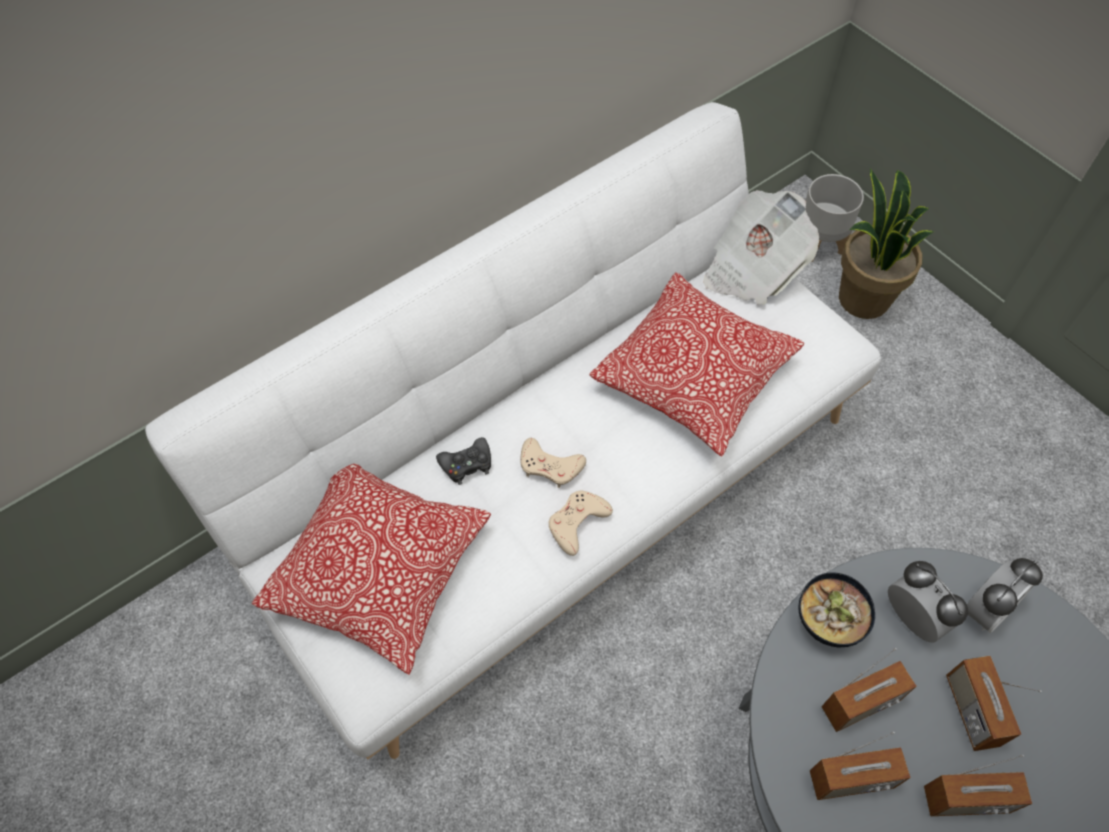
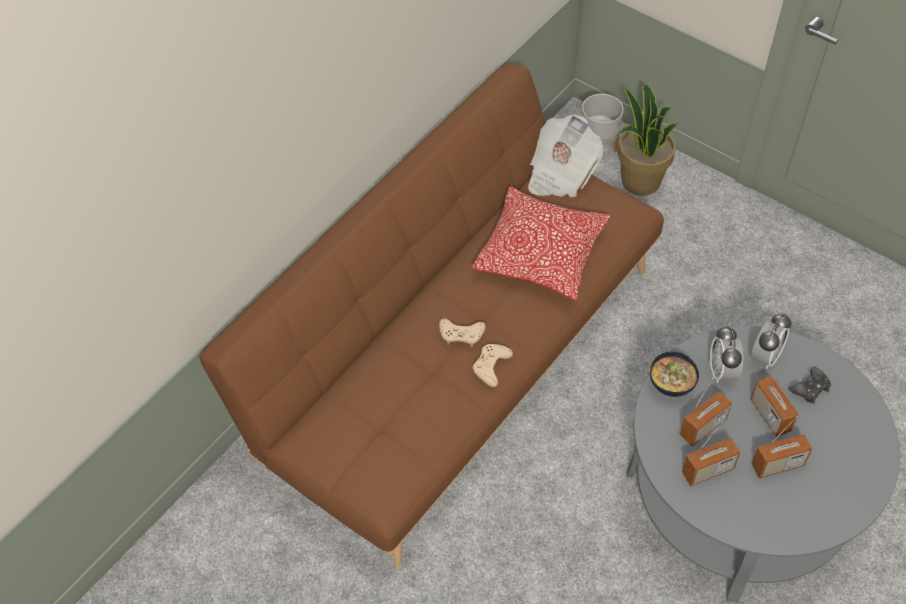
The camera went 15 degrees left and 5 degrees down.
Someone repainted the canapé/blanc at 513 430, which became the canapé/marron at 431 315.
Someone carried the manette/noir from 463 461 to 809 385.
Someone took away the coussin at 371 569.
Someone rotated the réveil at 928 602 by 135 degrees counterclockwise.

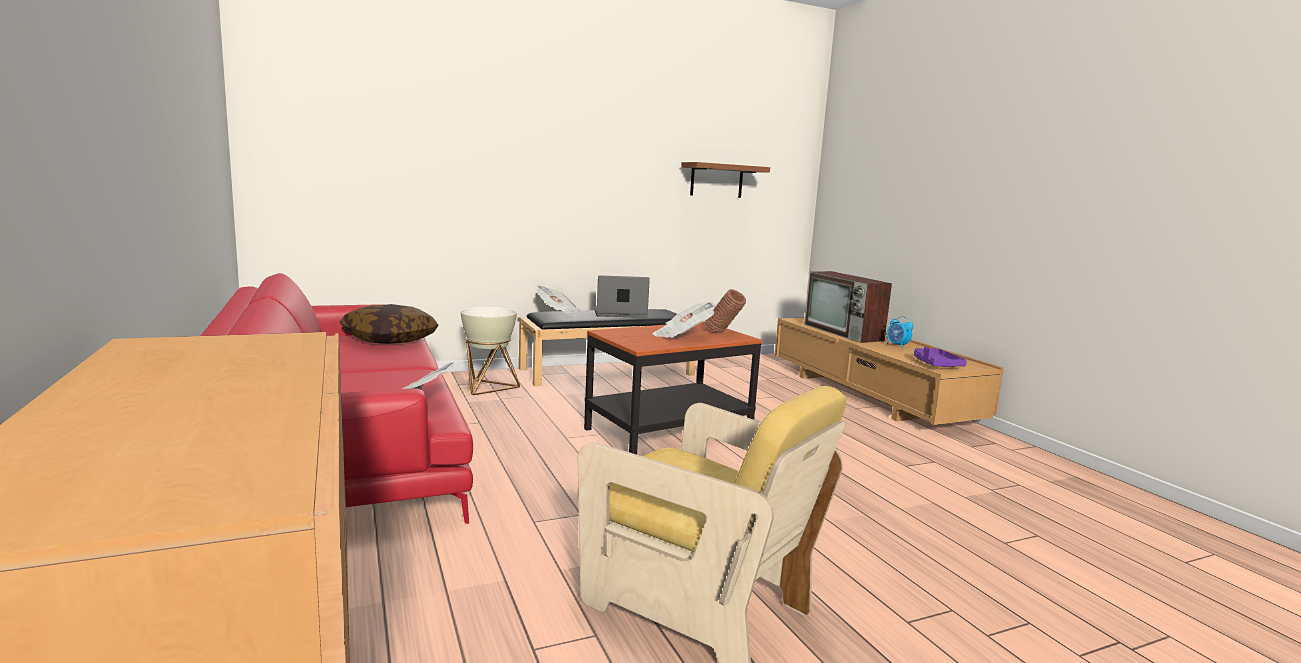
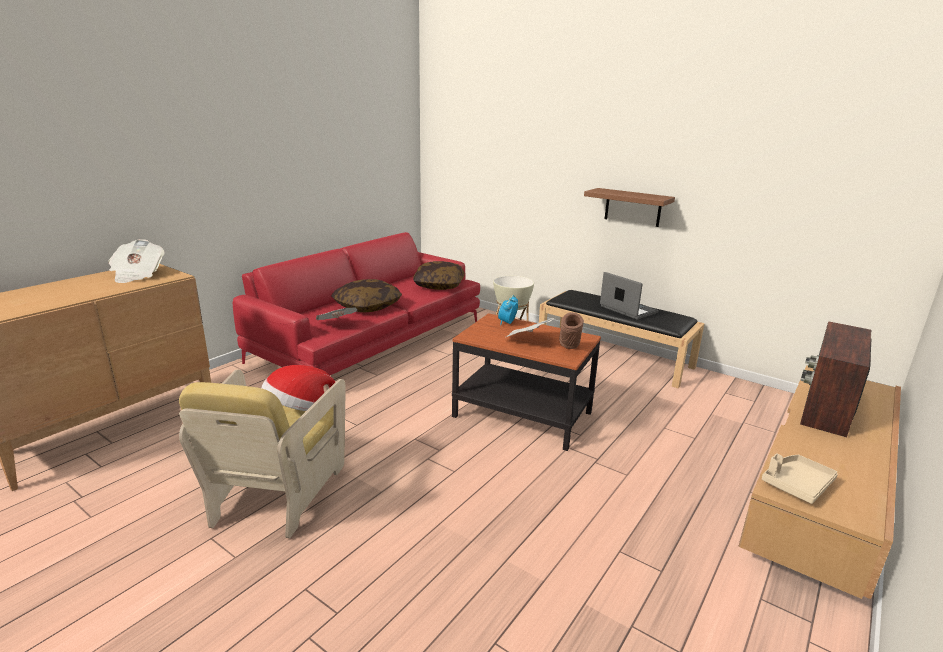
The camera went 60 degrees right and 10 degrees up.
Someone carried the étagère/marron from 725 180 to 629 207.
Someone carried the journal from 557 301 to 136 261.
Someone carried the réveil from 900 332 to 508 310.
Someone repainted the plateau/violet at 940 356, which became the plateau/beige at 800 479.
Someone put down the coussin at 366 296.
Someone put down the chapeau at 298 388.

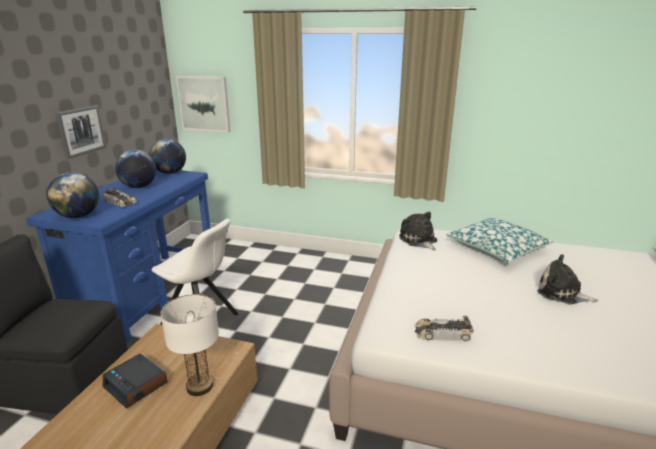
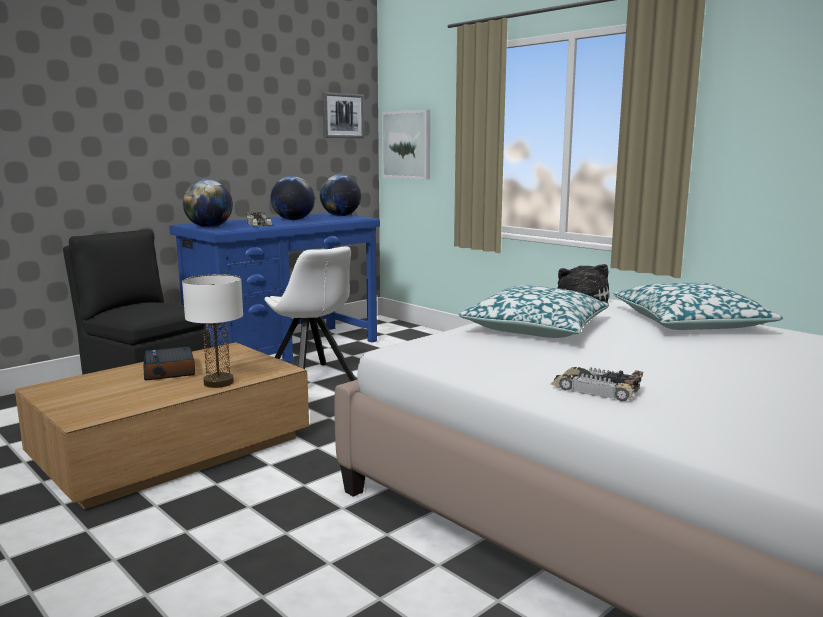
The camera went 30 degrees right and 10 degrees down.
Someone carried the tableau from 80 132 to 343 115.
Someone took away the peluche at 567 279.
Someone carried the petite voiture from 443 328 to 596 384.
Someone put down the coussin at 533 311.

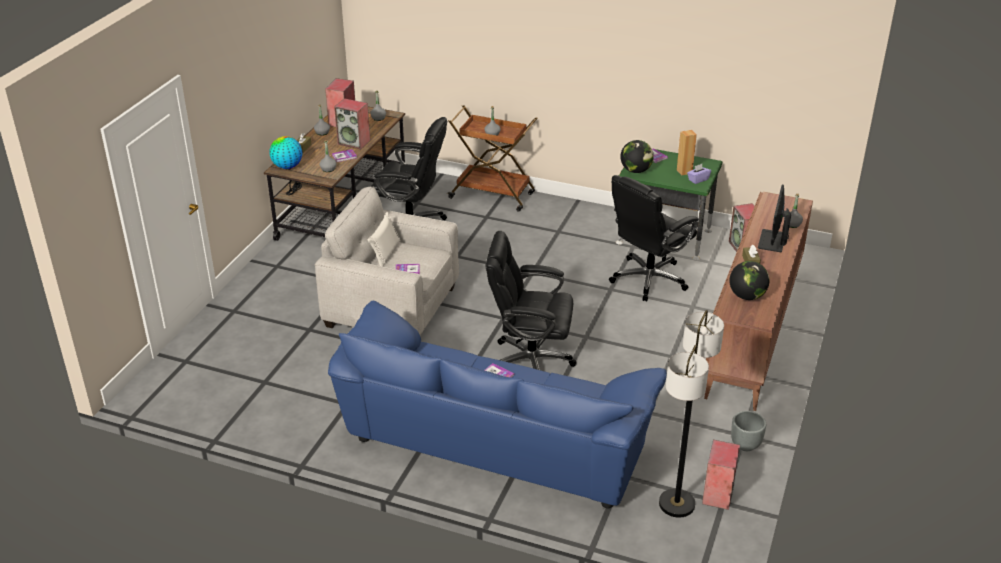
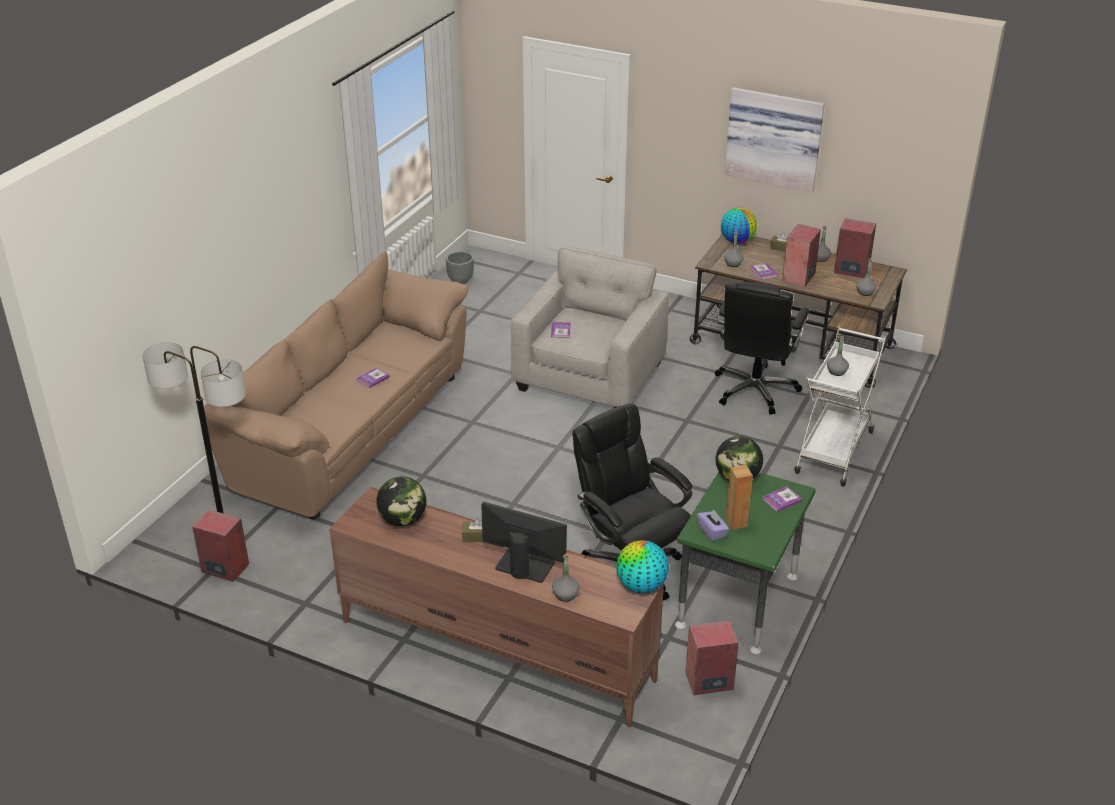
The camera went 95 degrees right and 0 degrees up.
Someone repainted the chariot/marron at 492 158, which became the chariot/blanc at 840 406.
Someone took away the coussin/blanc at 384 239.
Someone took away the chaise de bureau/noir at 531 300.
Someone repainted the canapé/bleu at 497 404, which became the canapé/beige at 336 385.
Someone carried the cache-pot/gris from 748 431 to 460 267.
Someone put up the tableau at 774 139.
Someone put down the globe at 642 566.

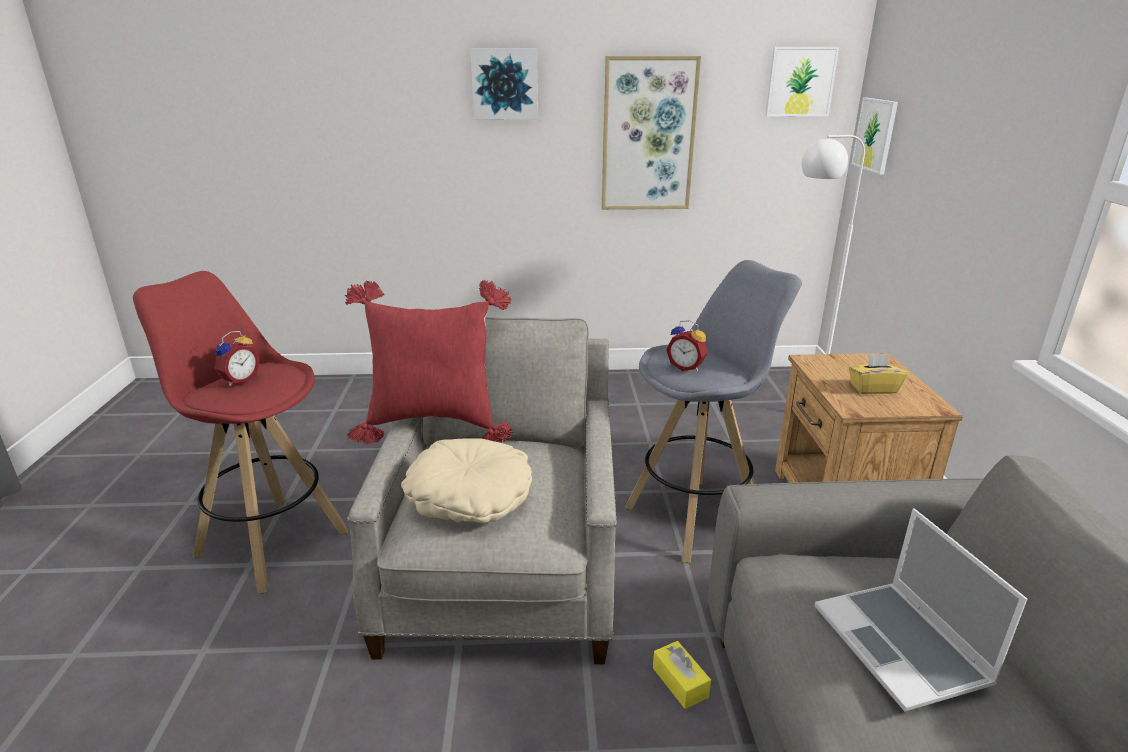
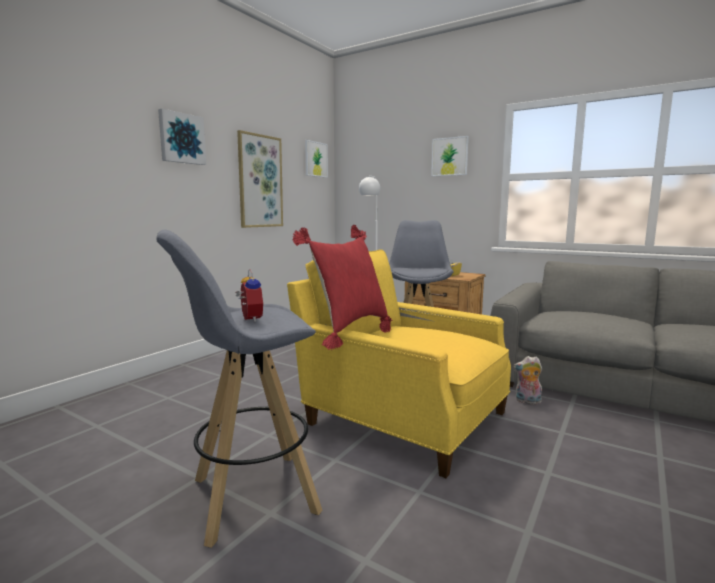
The camera went 55 degrees left and 15 degrees down.
Someone carried the tableau from 874 136 to 450 156.
Someone repainted the tabouret/rouge at 240 432, which became the tabouret/gris at 239 388.
Someone repainted the fauteuil/gris at 482 490, which became the fauteuil/jaune at 399 363.
Someone took away the réveil at 687 345.
Someone took away the coussin/beige at 466 480.
Someone took away the ordinateur portable at 921 610.
Someone swapped the boîte à mouchoirs/jaune at 682 675 for the peluche at 527 380.

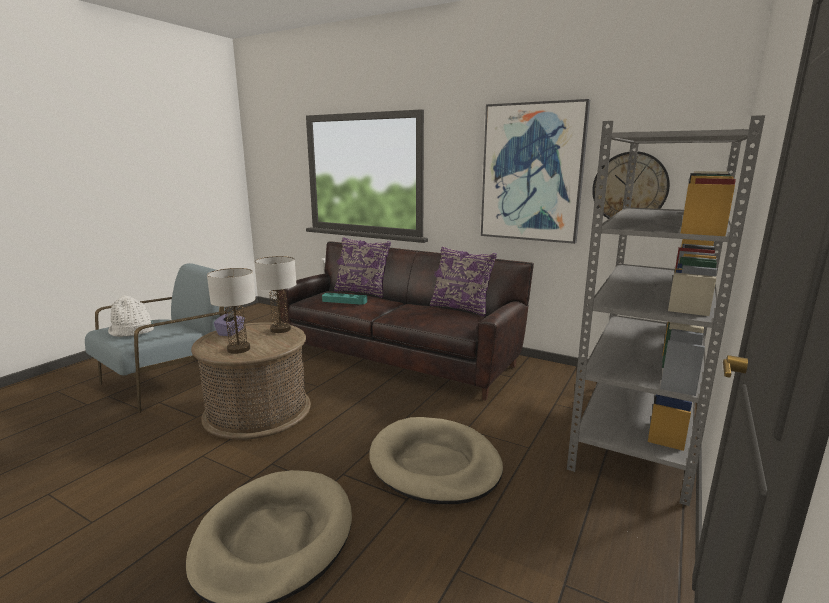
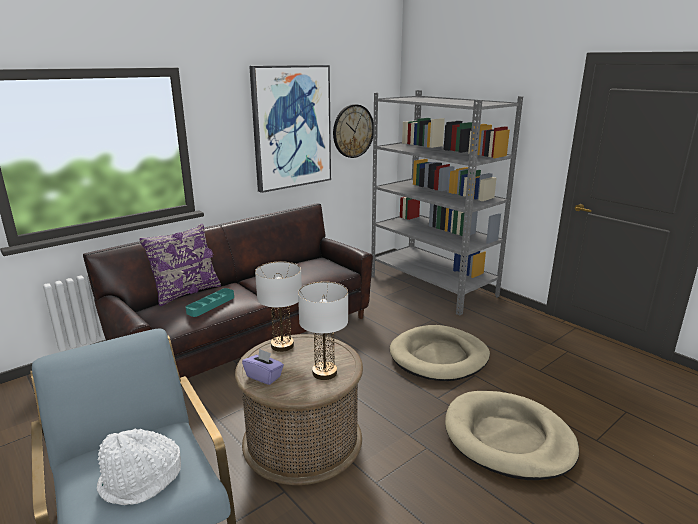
The camera went 70 degrees left and 5 degrees up.
Someone took away the coussin/violet at 463 282.

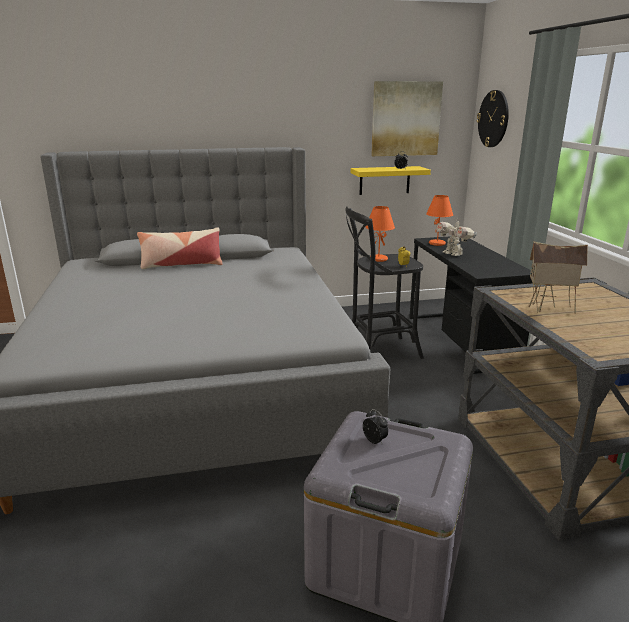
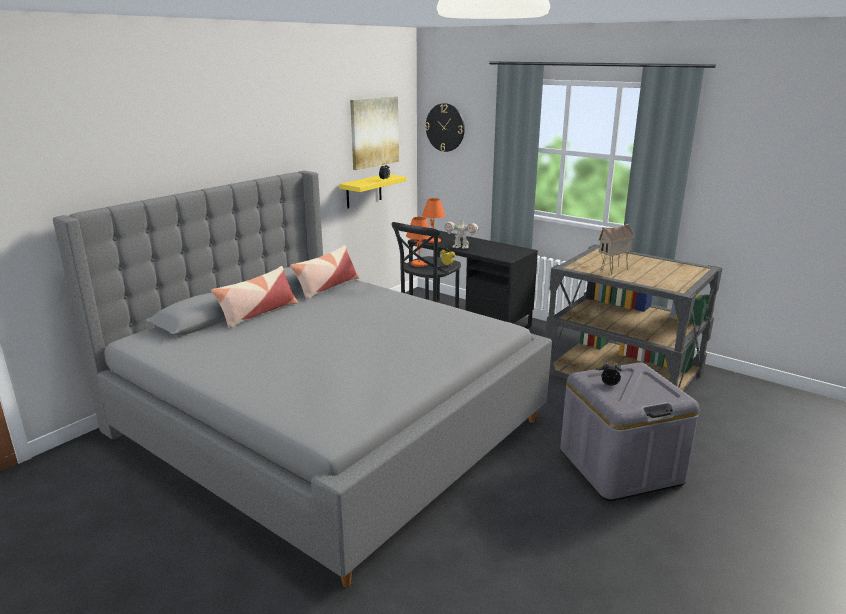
The camera went 40 degrees left and 0 degrees up.
Someone put down the coussin at 324 272.

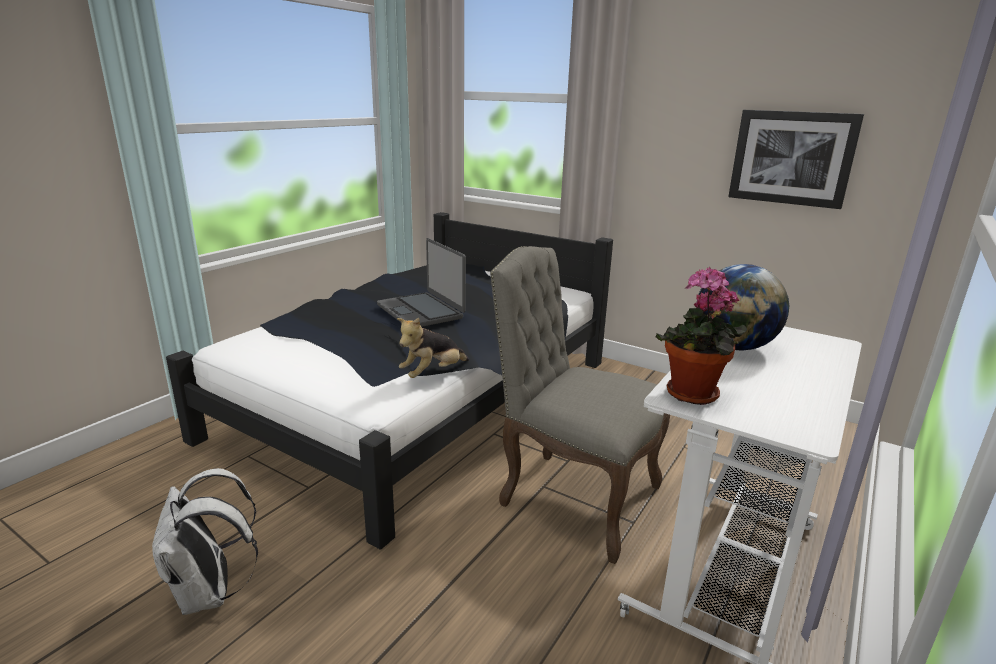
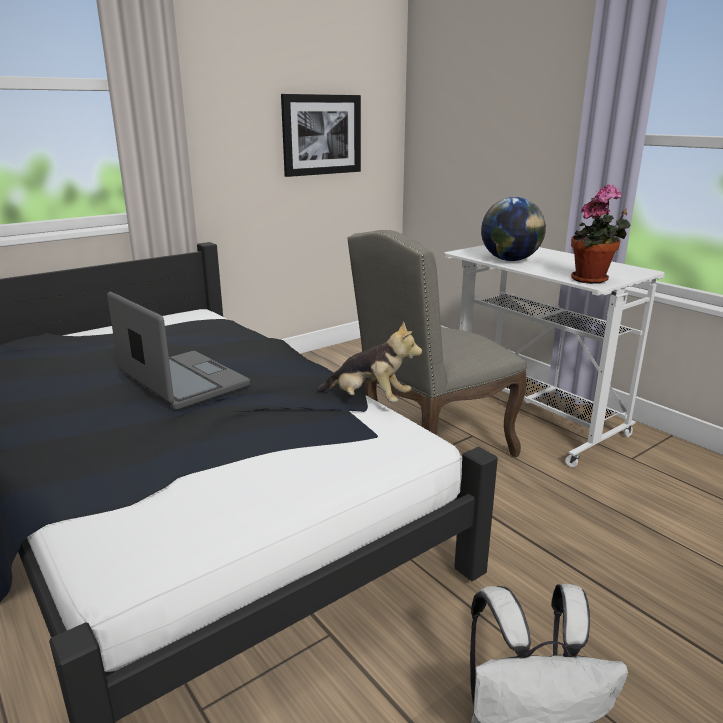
The camera went 70 degrees left and 0 degrees up.
Someone rotated the ordinateur portable at 421 282 by 120 degrees counterclockwise.
Someone rotated the peluche at 433 348 by 45 degrees counterclockwise.

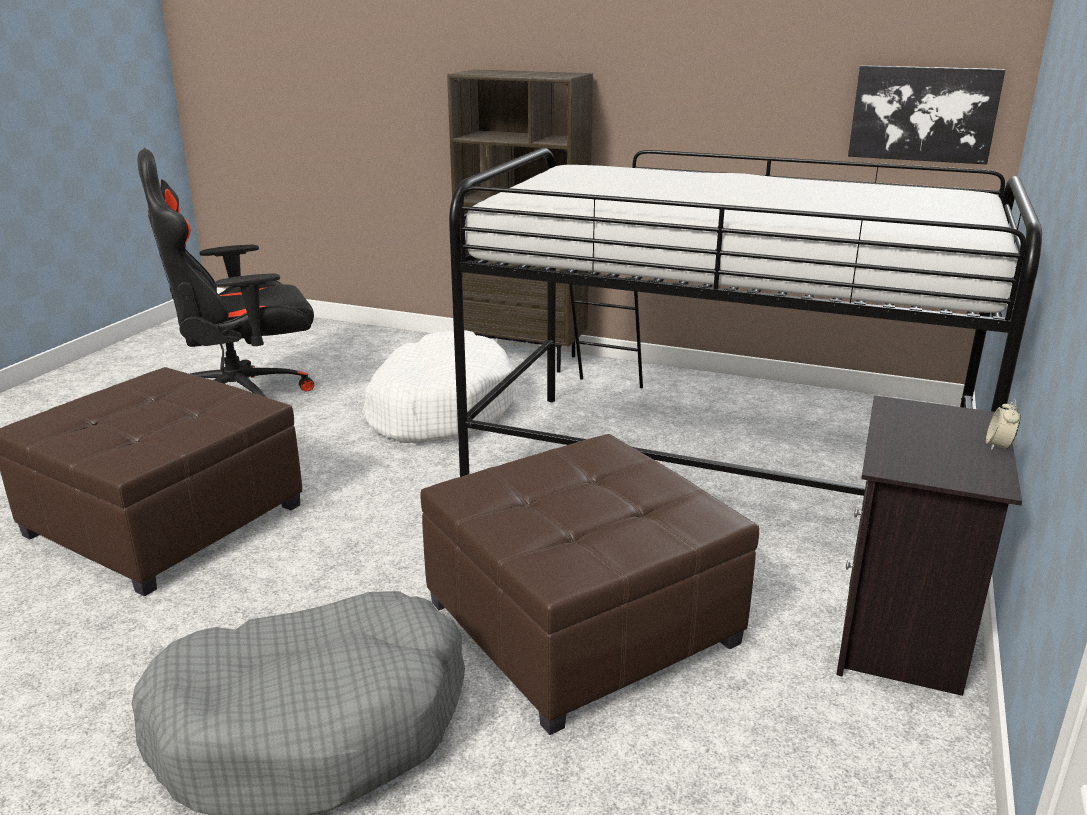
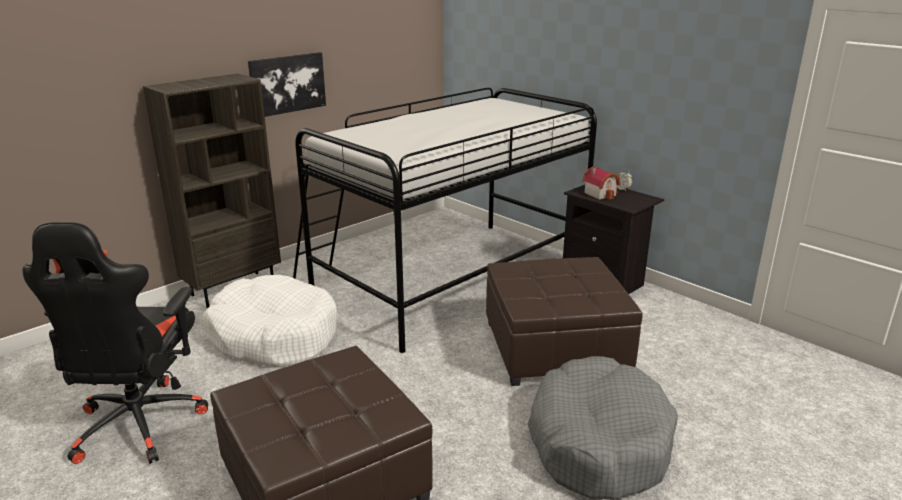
The camera went 65 degrees left and 0 degrees up.
Someone carried the tableau from 926 115 to 287 84.
Someone put down the maison miniature at 601 183.

